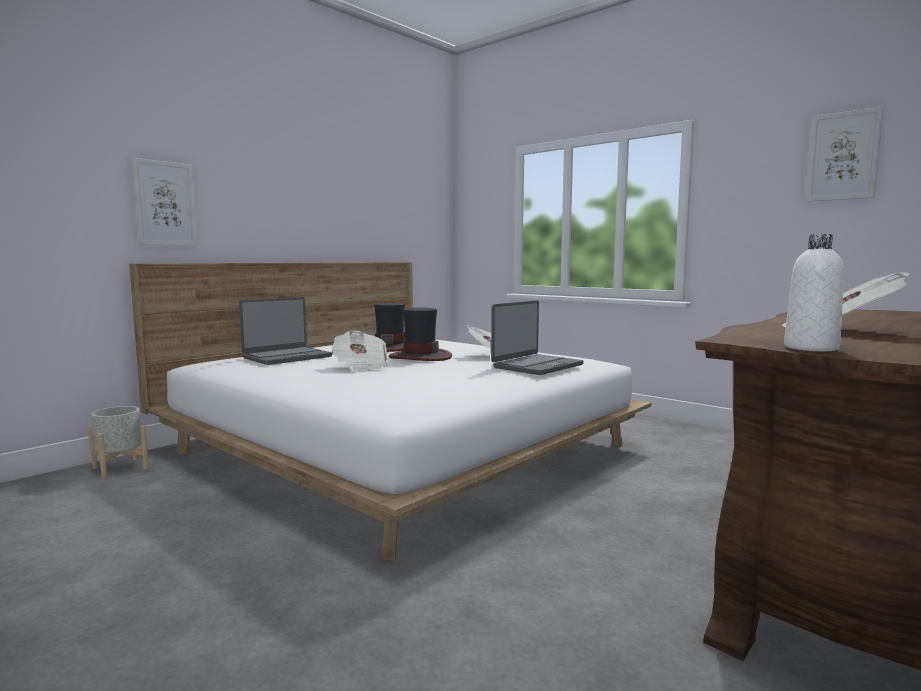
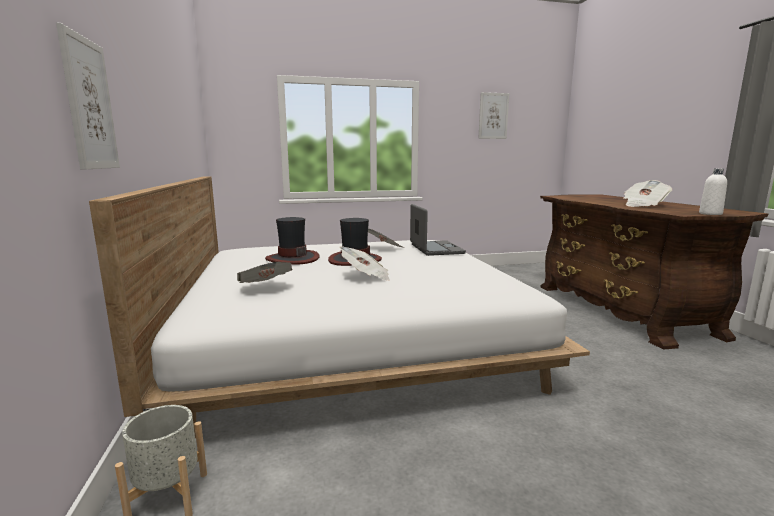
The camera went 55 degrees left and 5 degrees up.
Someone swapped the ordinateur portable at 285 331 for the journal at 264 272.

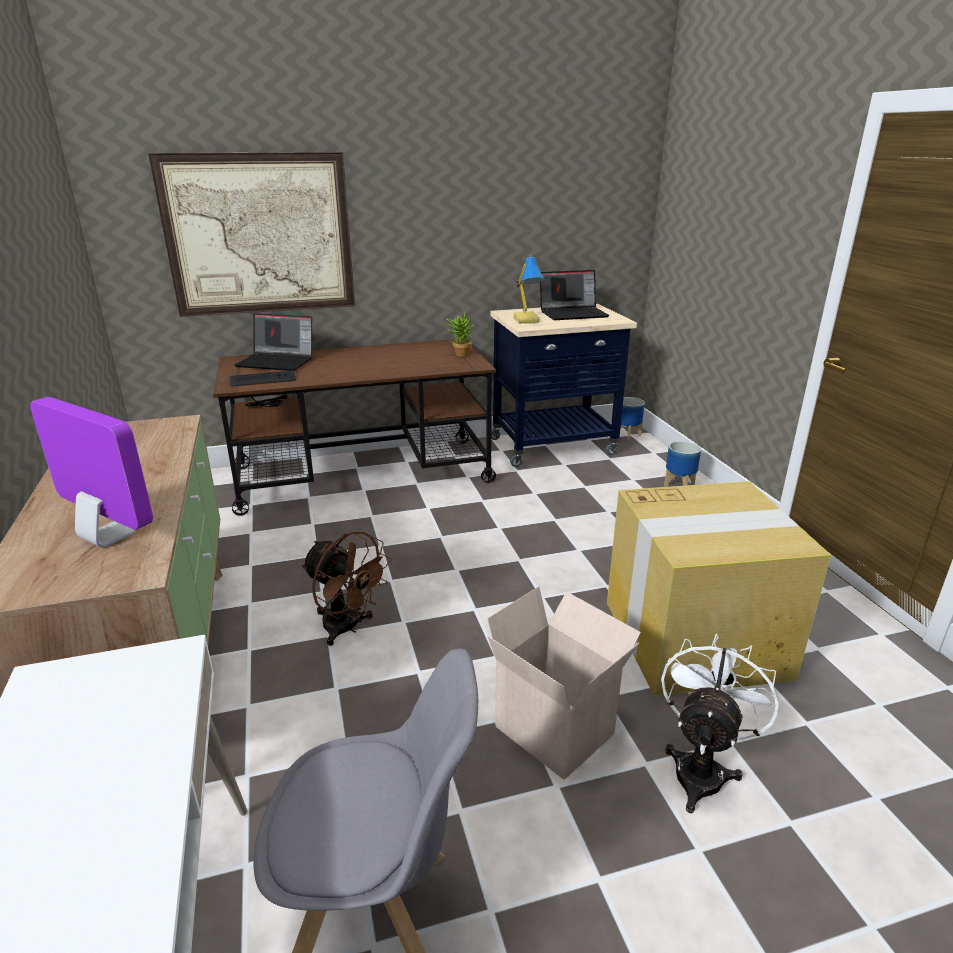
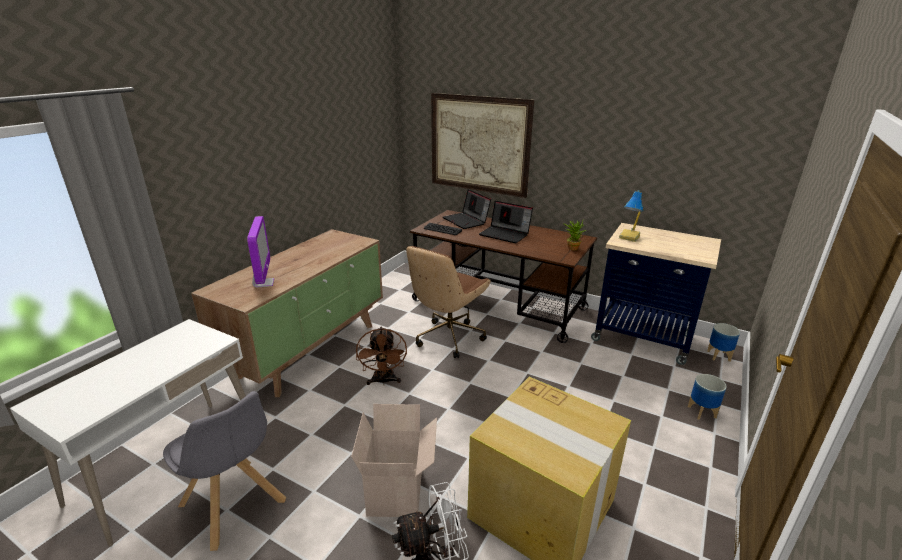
The camera went 45 degrees right and 0 degrees up.
Someone carried the ordinateur portable from 574 295 to 506 222.
Someone put down the chaise de bureau/marron at 448 302.

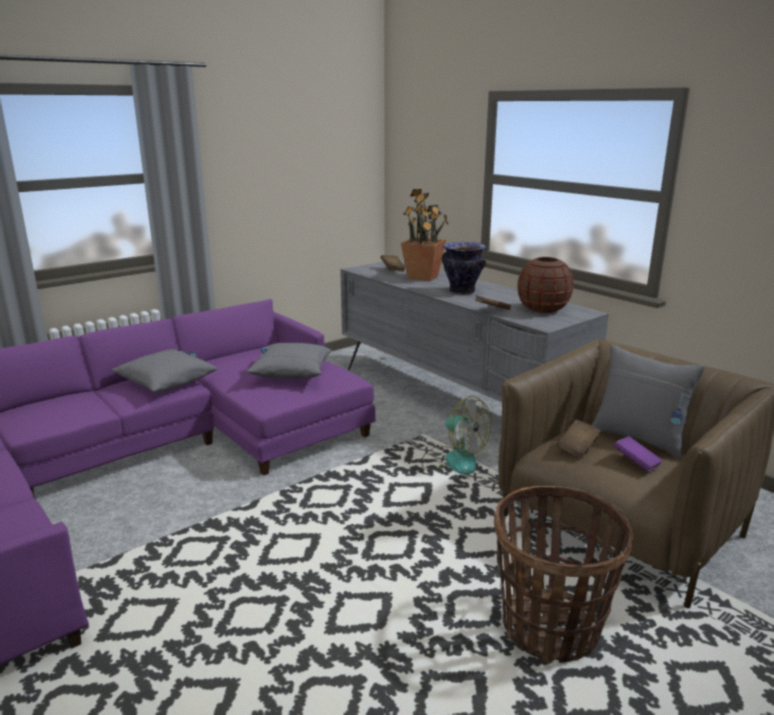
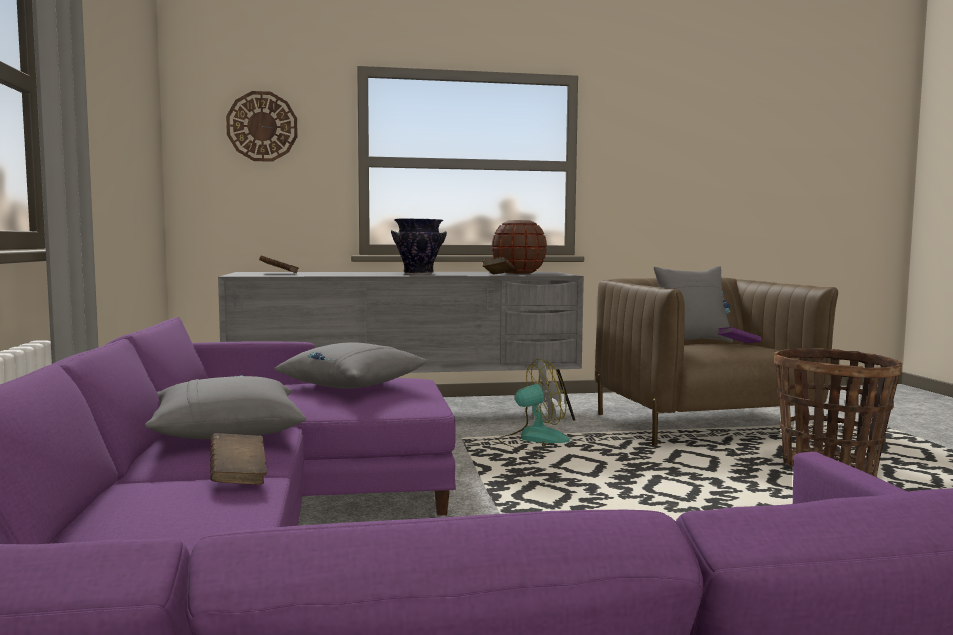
The camera went 60 degrees left and 15 degrees down.
Someone took away the plante en pot at 425 235.
Someone carried the livre/marron from 579 438 to 238 459.
Someone put up the horloge murale at 262 126.

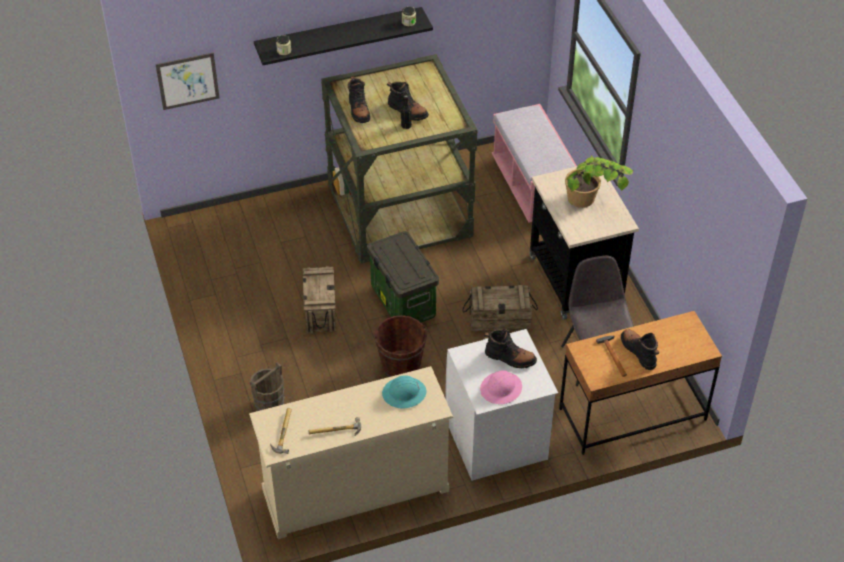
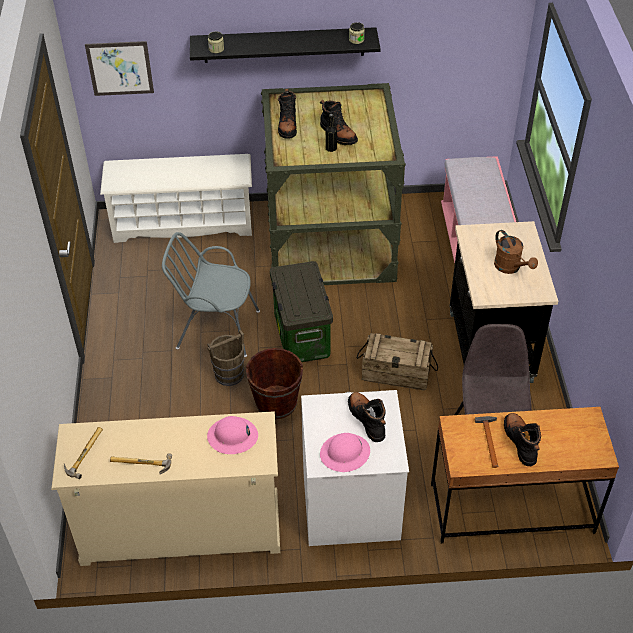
The camera went 15 degrees right and 0 degrees up.
Someone swapped the plante en pot at 599 181 for the arrosoir/marron at 516 252.
Someone swapped the caisse at 319 300 for the chaise/gris at 211 294.
Someone rotated the botte/noir at 510 348 by 150 degrees counterclockwise.
Someone carried the seau/marron from 267 386 to 225 358.
Someone repainted the casque de chantier/turquoise at 404 391, which became the casque de chantier/rose at 232 435.
Someone put down the étagère à chaussures/blanc at 176 198.

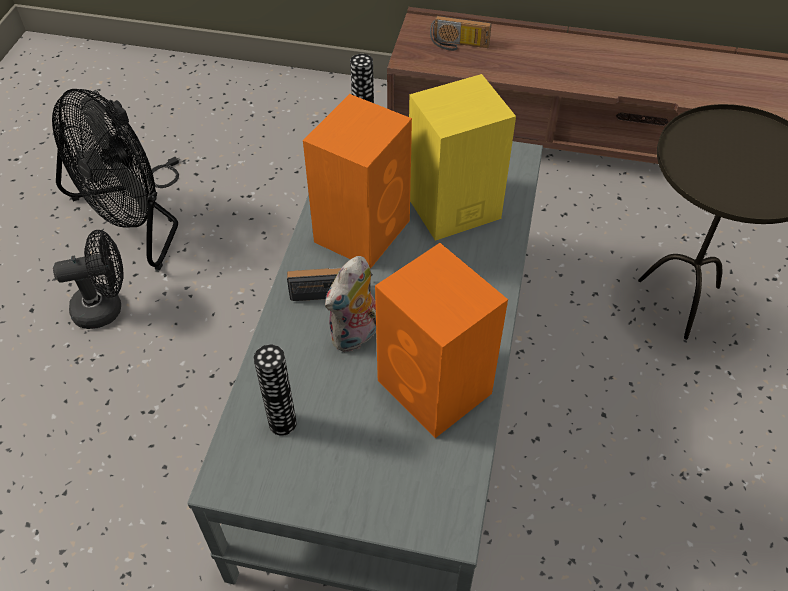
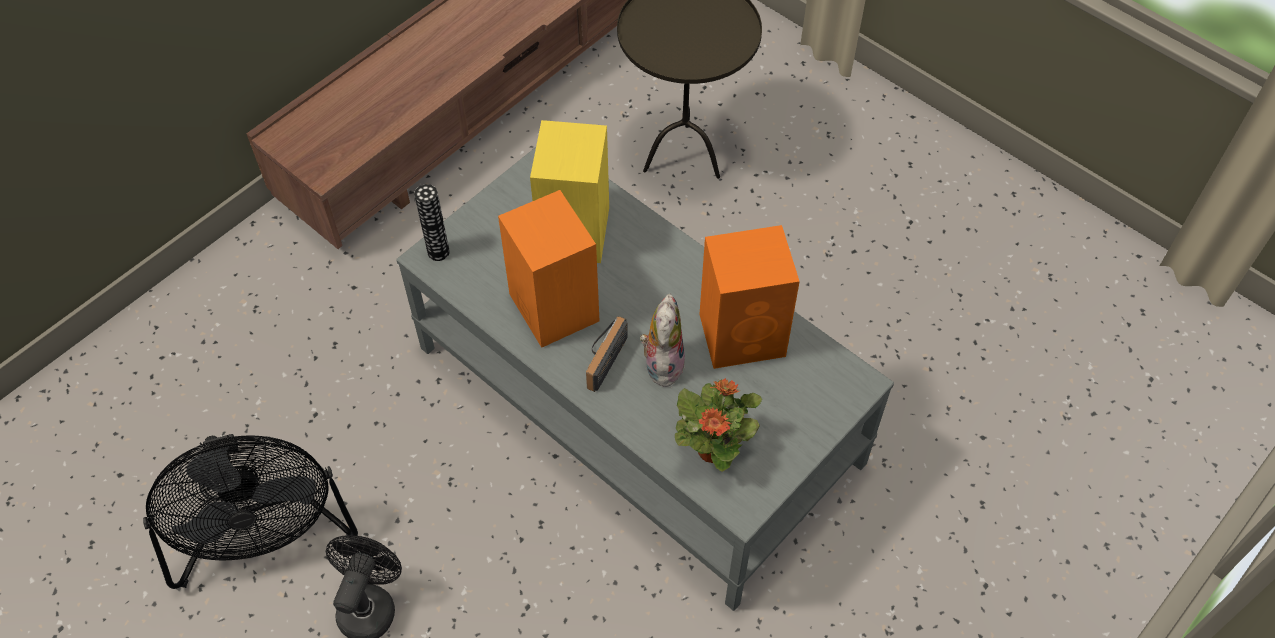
The camera went 60 degrees left and 5 degrees up.
Someone took away the radio at 461 33.
Someone rotated the peluche at 350 304 by 150 degrees counterclockwise.
Someone swapped the vase at 275 390 for the plante en pot at 718 425.

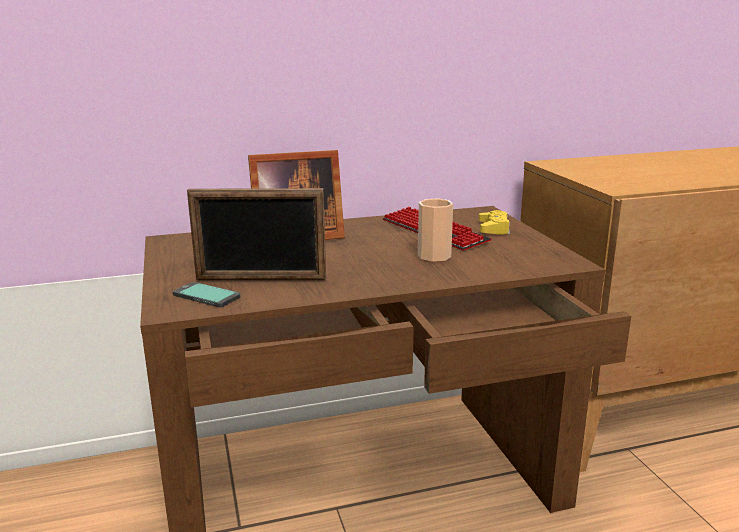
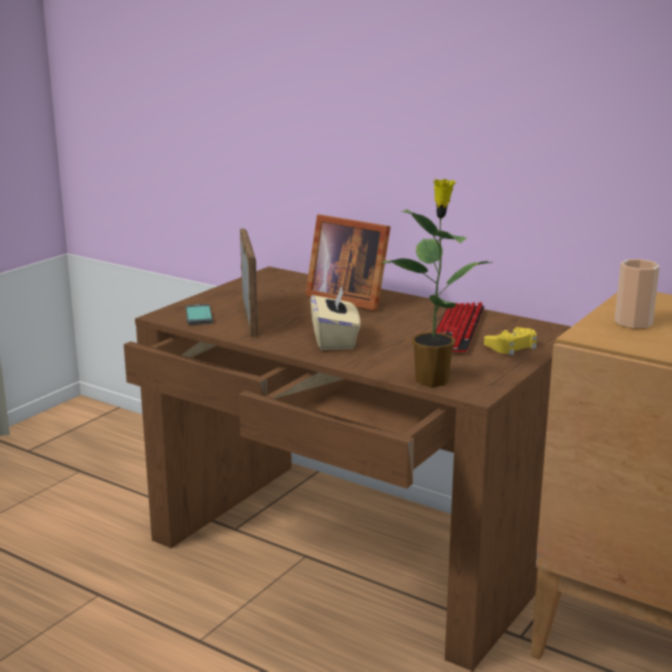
The camera went 50 degrees right and 0 degrees up.
Someone rotated the cadre photo at 256 234 by 150 degrees counterclockwise.
Someone carried the tasse from 435 230 to 637 294.
Someone put down the plante en pot at 436 283.
Someone put down the boîte à mouchoirs/beige at 335 317.

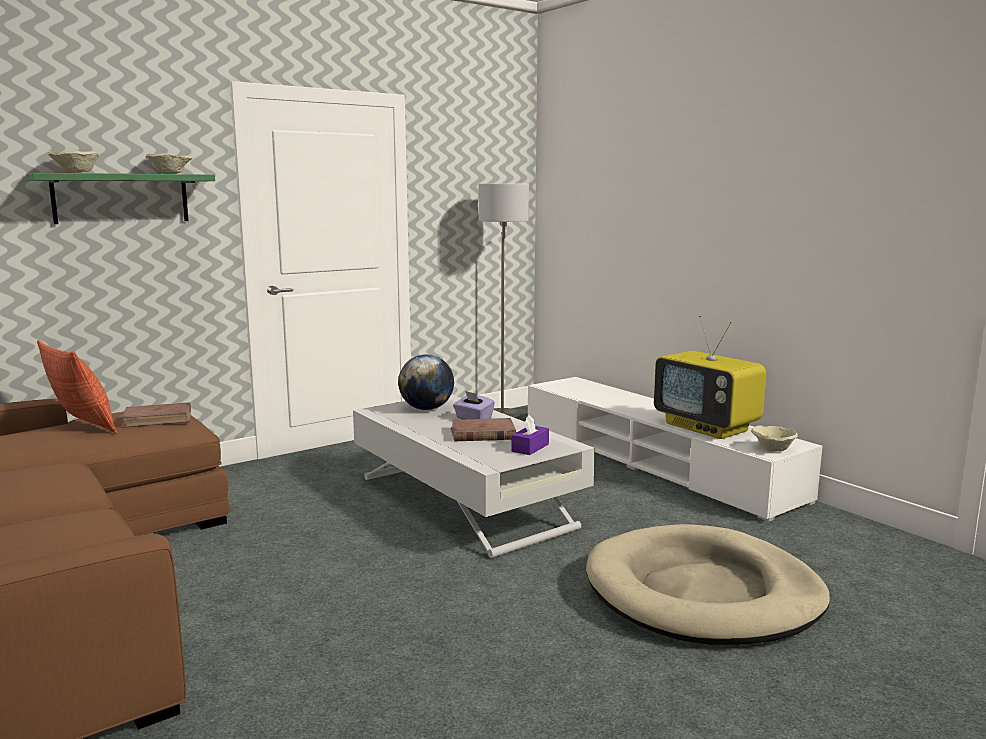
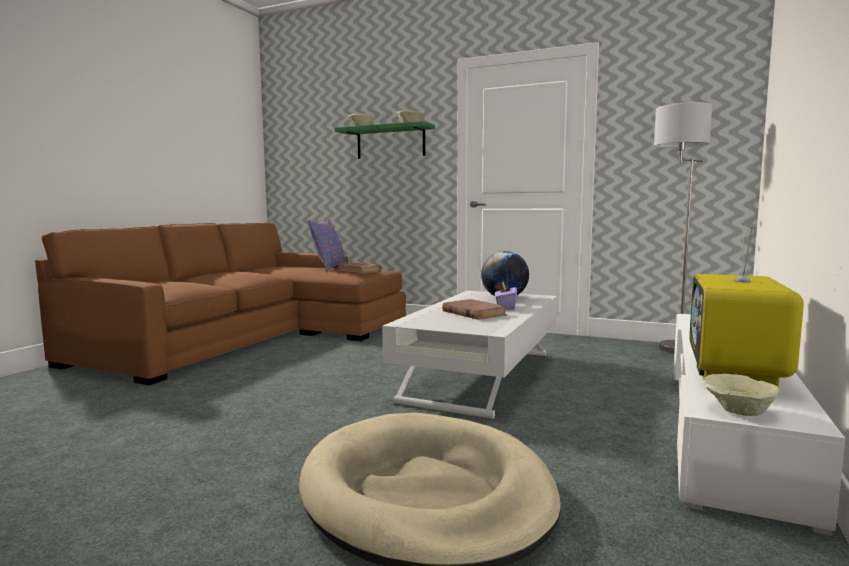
The camera went 60 degrees right and 5 degrees down.
Someone repainted the coussin/orange at 77 387, which became the coussin/bleu at 327 245.
Someone took away the boîte à mouchoirs/violet at 530 435.

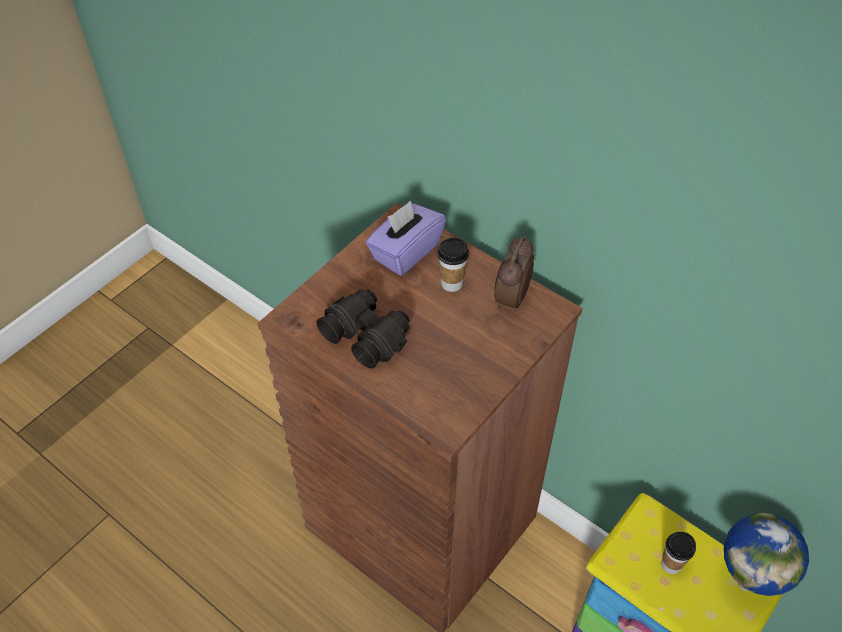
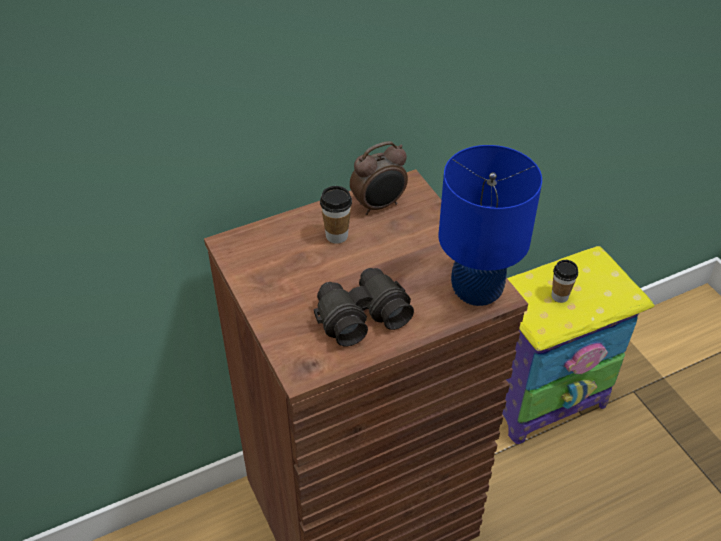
The camera went 65 degrees left and 5 degrees down.
Someone took away the boîte à mouchoirs/violet at 405 238.
Someone rotated the réveil at 514 273 by 75 degrees counterclockwise.
Someone took away the globe at 766 554.
Someone put down the lampe de table/bleu at 490 225.

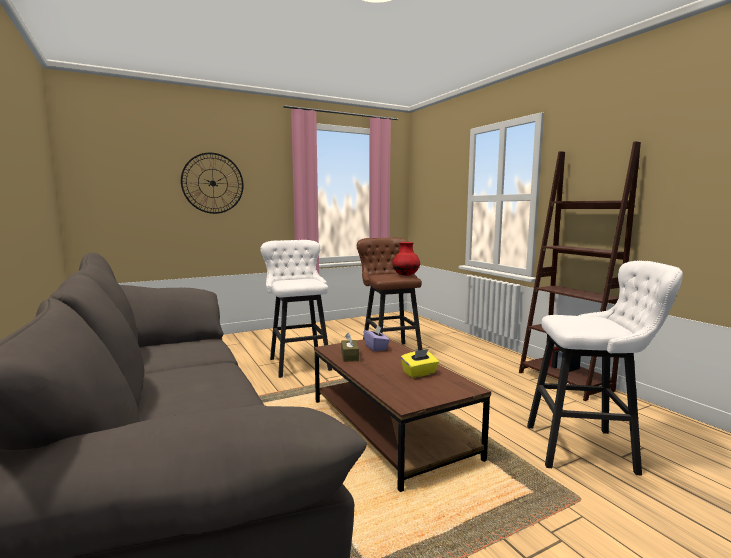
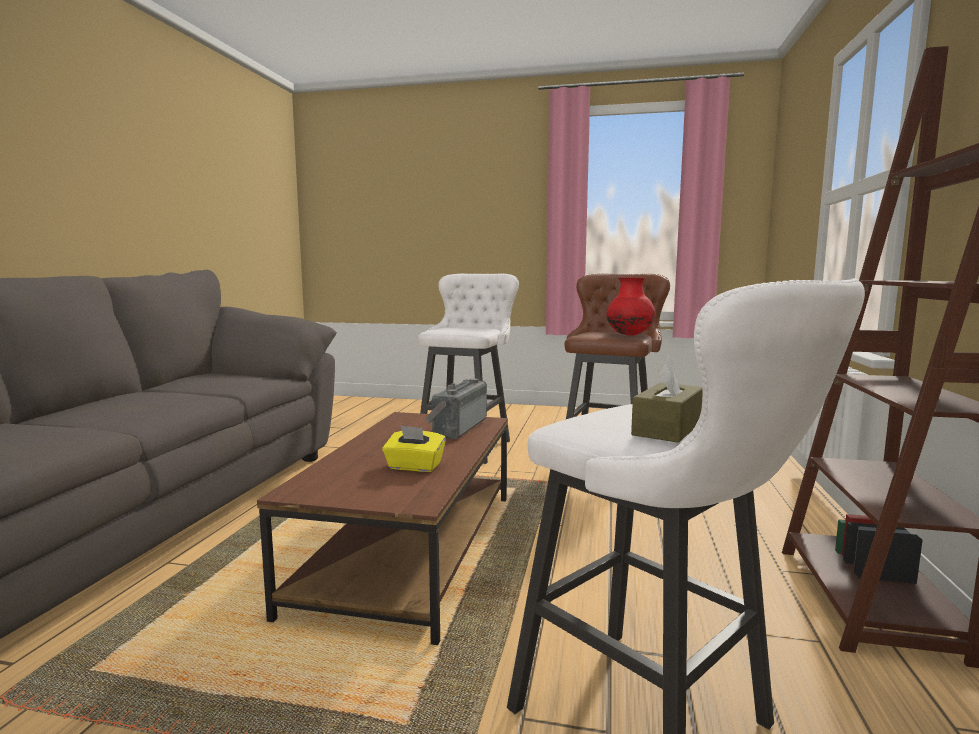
The camera went 40 degrees right and 0 degrees up.
Someone took away the horloge murale at 212 183.
Someone swapped the boîte à mouchoirs/violet at 377 338 for the radio at 455 408.
Someone carried the boîte à mouchoirs/marron from 350 347 to 666 399.

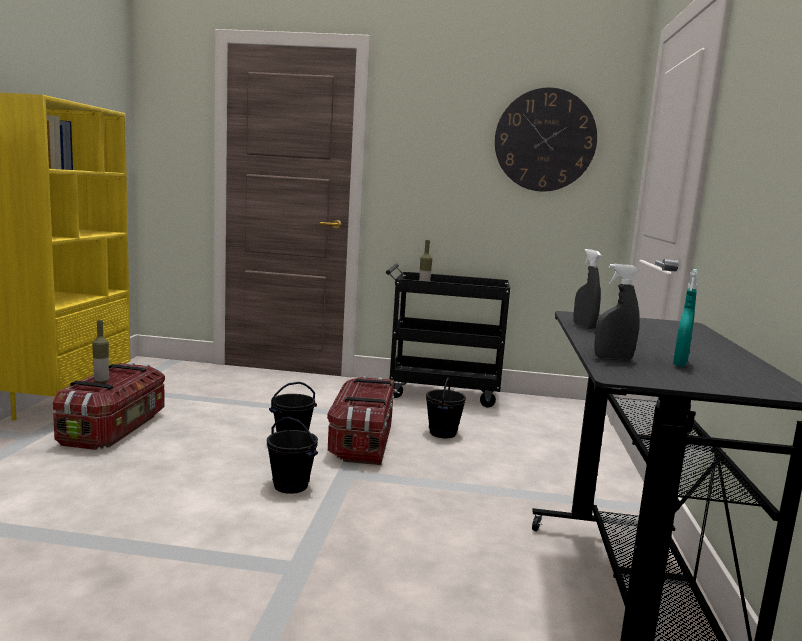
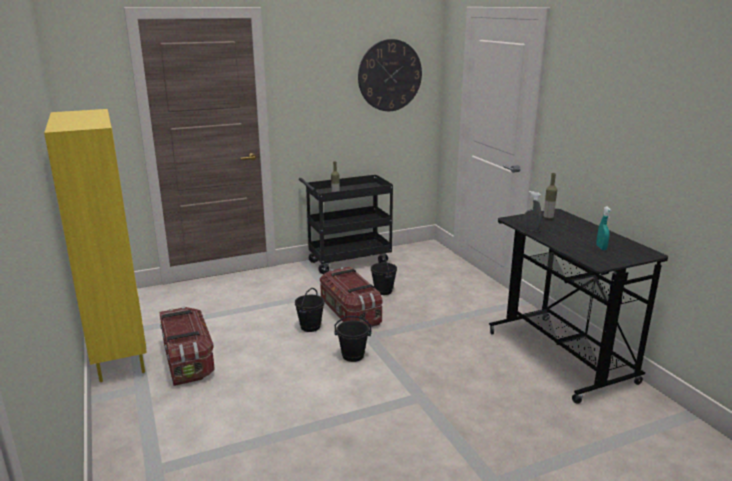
The camera went 30 degrees left and 10 degrees up.
Someone took away the vaporisateur/gris at 617 312.
Someone carried the bouteille from 100 351 to 550 196.

